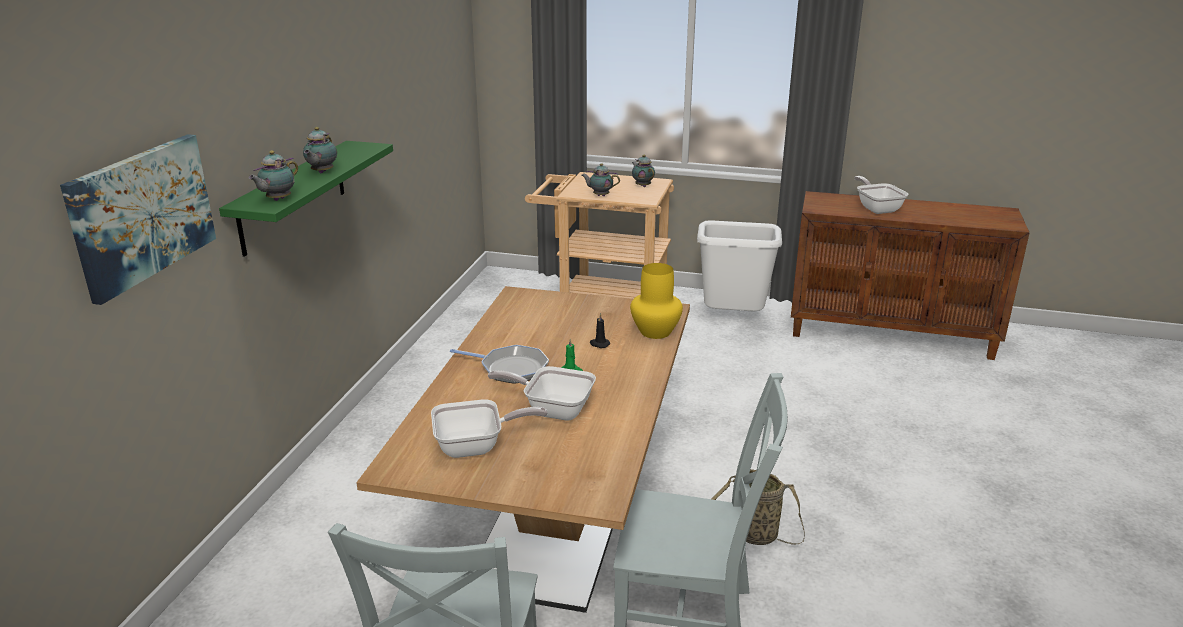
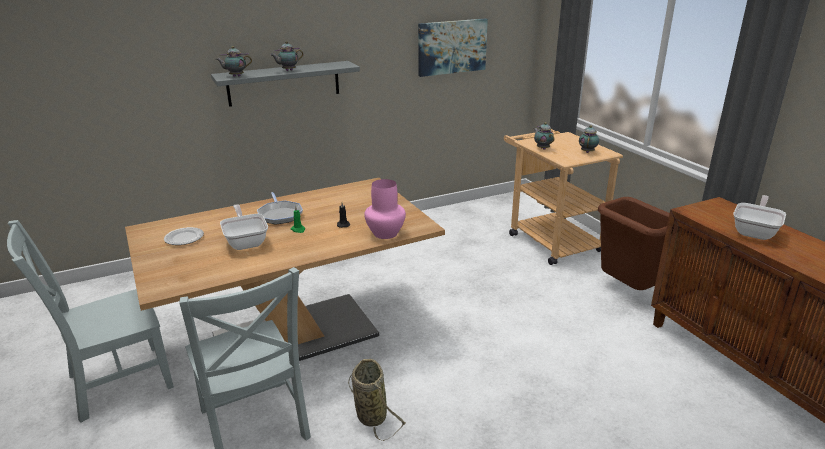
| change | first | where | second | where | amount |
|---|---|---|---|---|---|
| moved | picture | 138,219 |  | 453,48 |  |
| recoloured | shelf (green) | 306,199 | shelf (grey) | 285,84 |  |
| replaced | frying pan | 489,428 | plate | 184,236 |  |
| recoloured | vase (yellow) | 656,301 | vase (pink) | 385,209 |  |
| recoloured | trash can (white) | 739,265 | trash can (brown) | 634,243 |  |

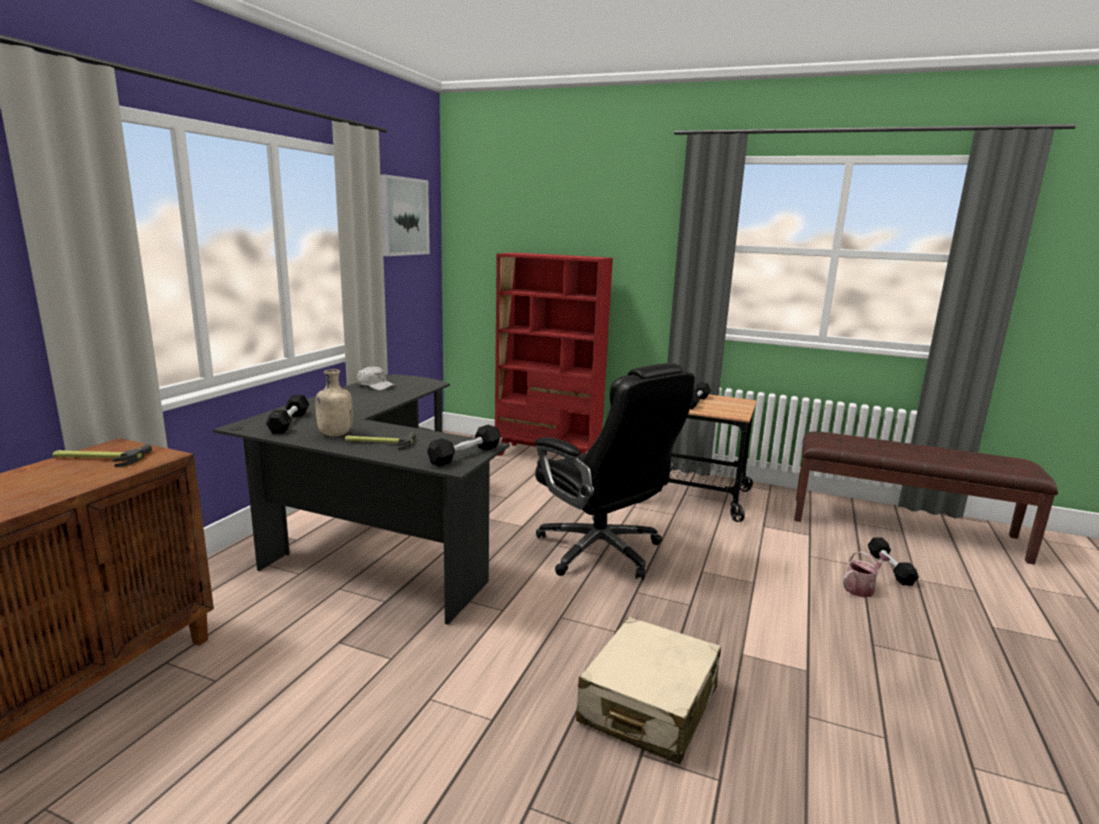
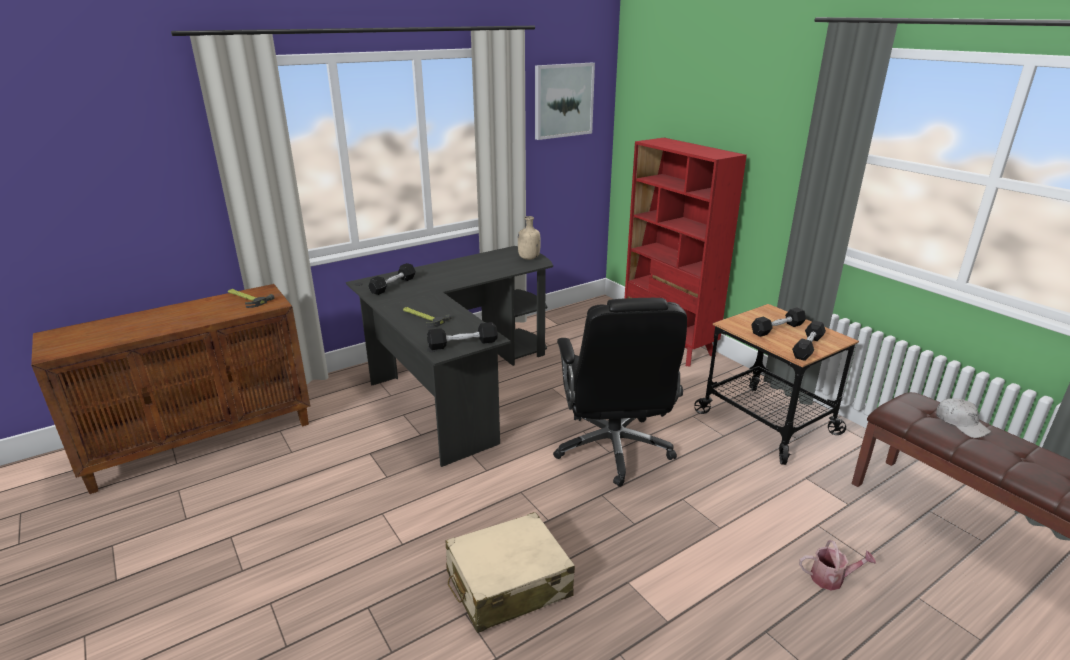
| change | first | where | second | where | amount |
|---|---|---|---|---|---|
| moved | bottle (beige) | 334,402 |  | 529,238 |  |
| moved | cap (white) | 376,378 |  | 963,418 |  |
| moved | dumbbell (black) | 893,561 |  | 809,340 |  |

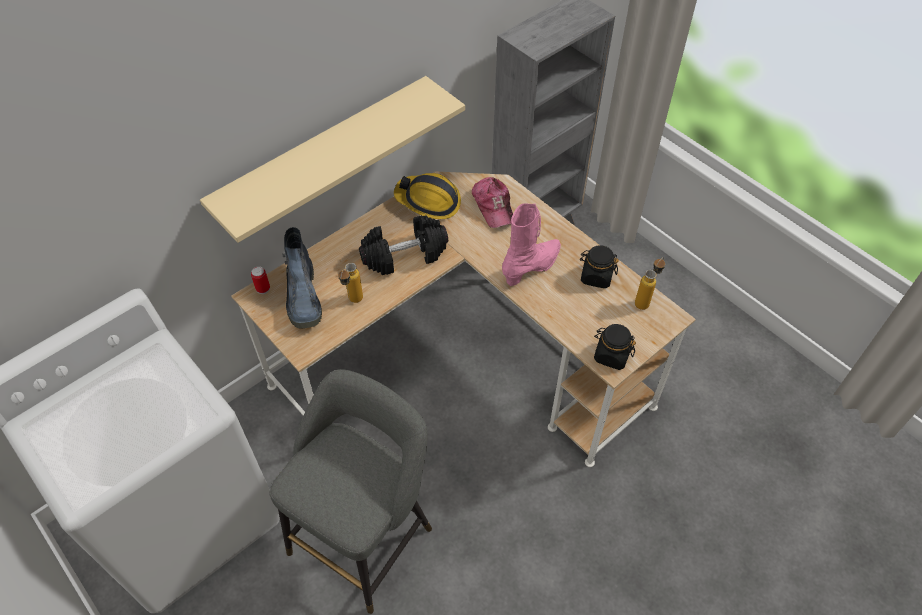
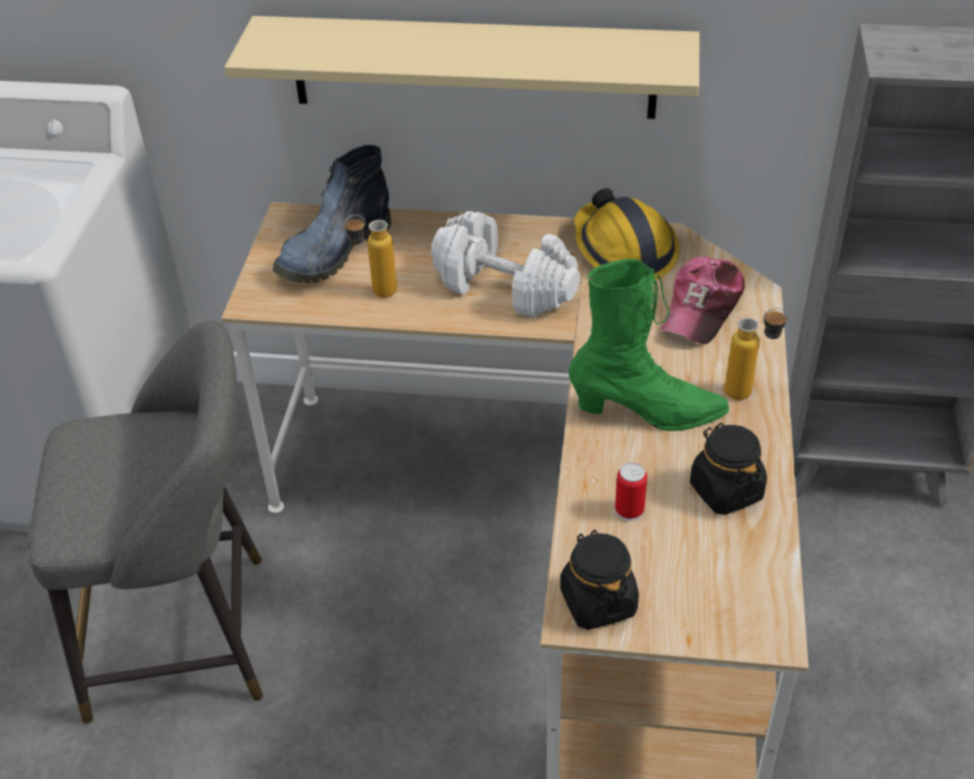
| change | first | where | second | where | amount |
|---|---|---|---|---|---|
| moved | can | 260,280 |  | 631,492 |  |
| recoloured | dumbbell (black) | 403,245 | dumbbell (white) | 505,264 |  |
| recoloured | boot (pink) | 531,244 | boot (green) | 649,345 |  |
| moved | bottle | 650,283 |  | 756,354 |  |

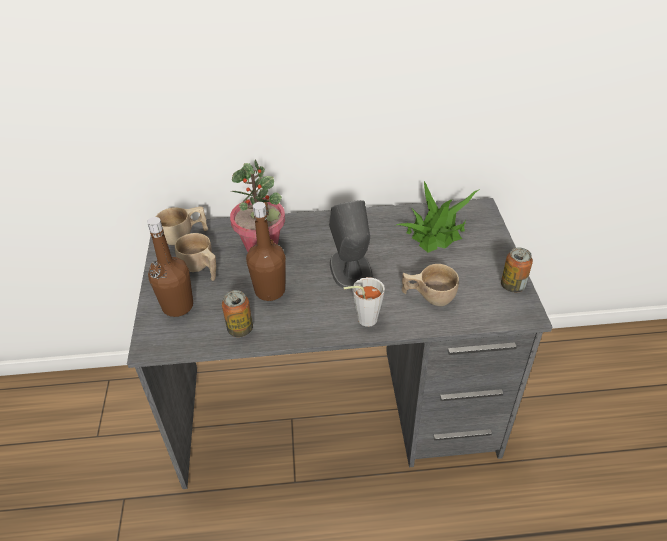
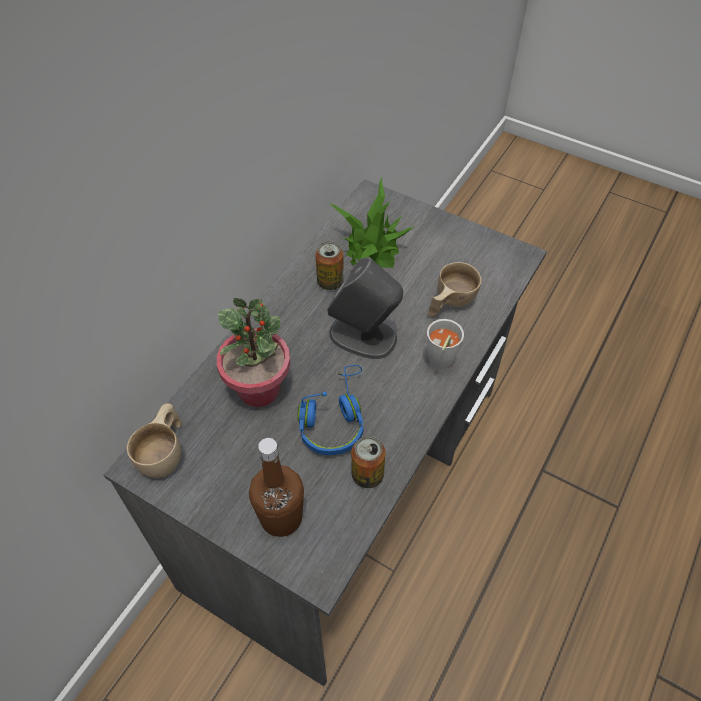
| change | first | where | second | where | amount |
|---|---|---|---|---|---|
| removed | cup (beige) | 195,257 |  |  |  |
| replaced | bottle (brown) | 266,251 | headphones (blue) | 330,410 |  |
| moved | can | 517,270 |  | 329,265 |  |

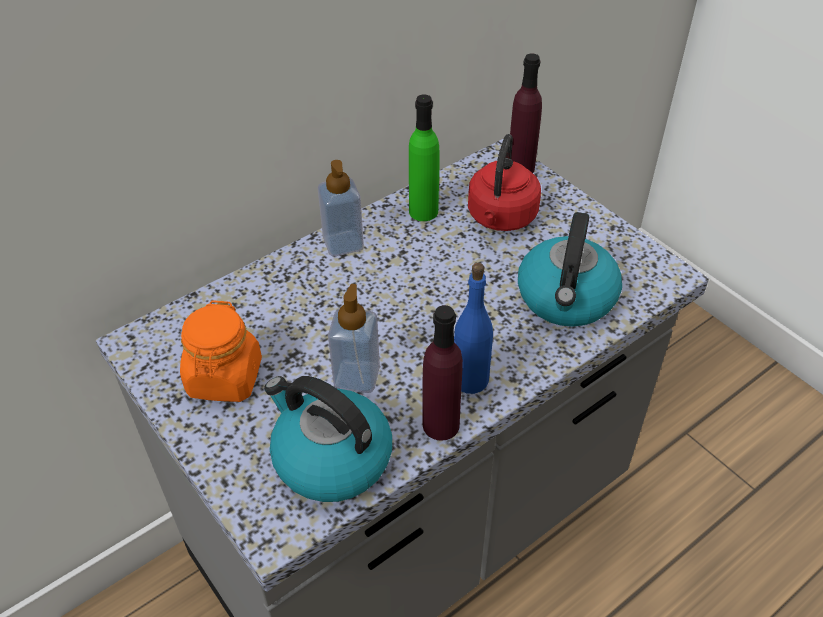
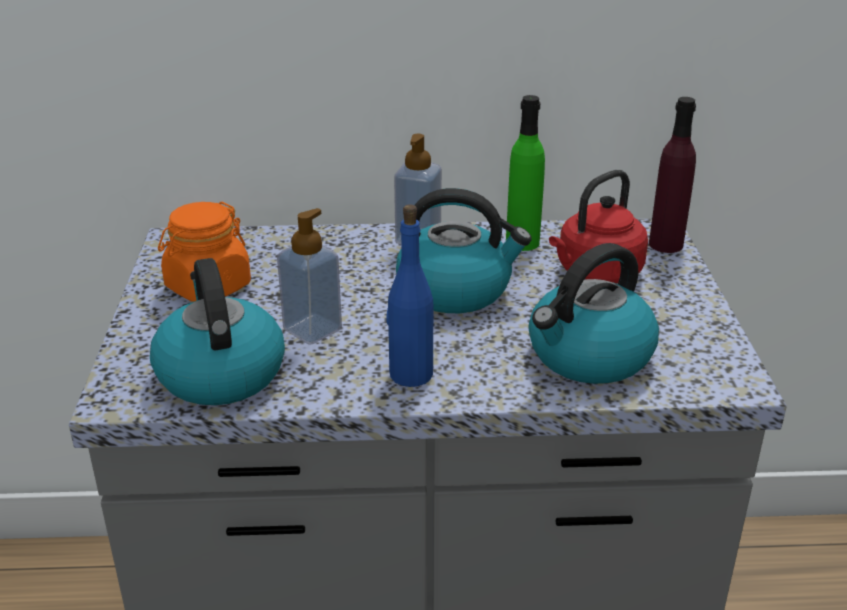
| change | first | where | second | where | amount |
|---|---|---|---|---|---|
| removed | bottle (purple) | 443,373 |  |  |  |
| added |  |  | kettle | 464,250 |  |

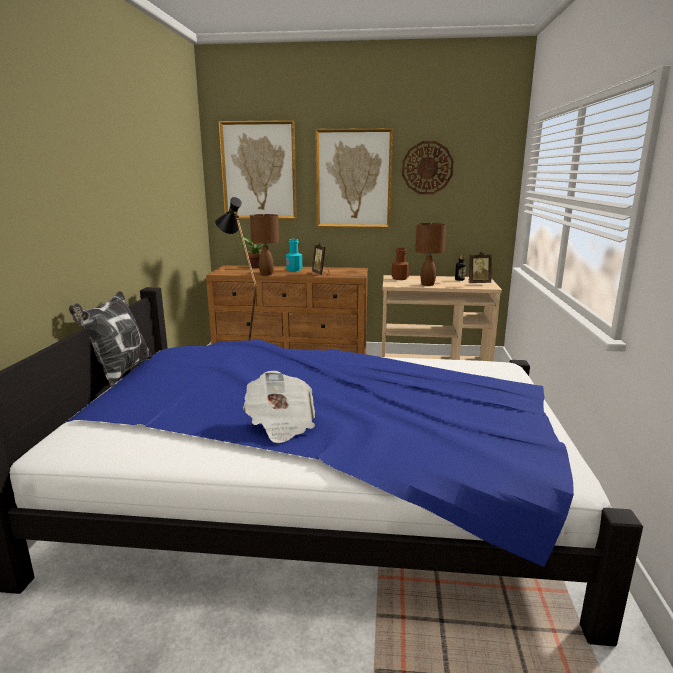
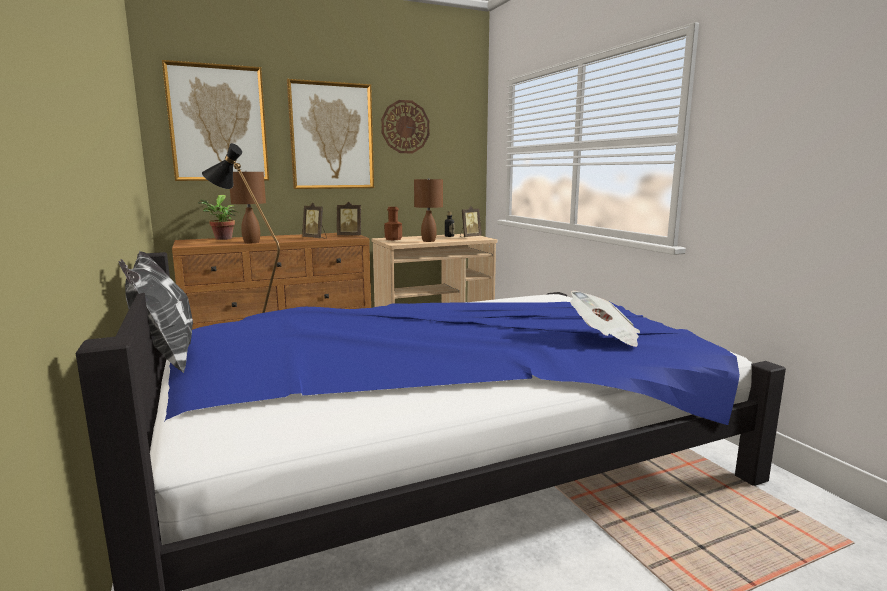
| change | first | where | second | where | amount |
|---|---|---|---|---|---|
| moved | newspaper | 279,407 |  | 605,319 |  |
| removed | bottle (turquoise) | 294,255 |  |  |  |
| added |  |  | picture frame | 349,219 |  |

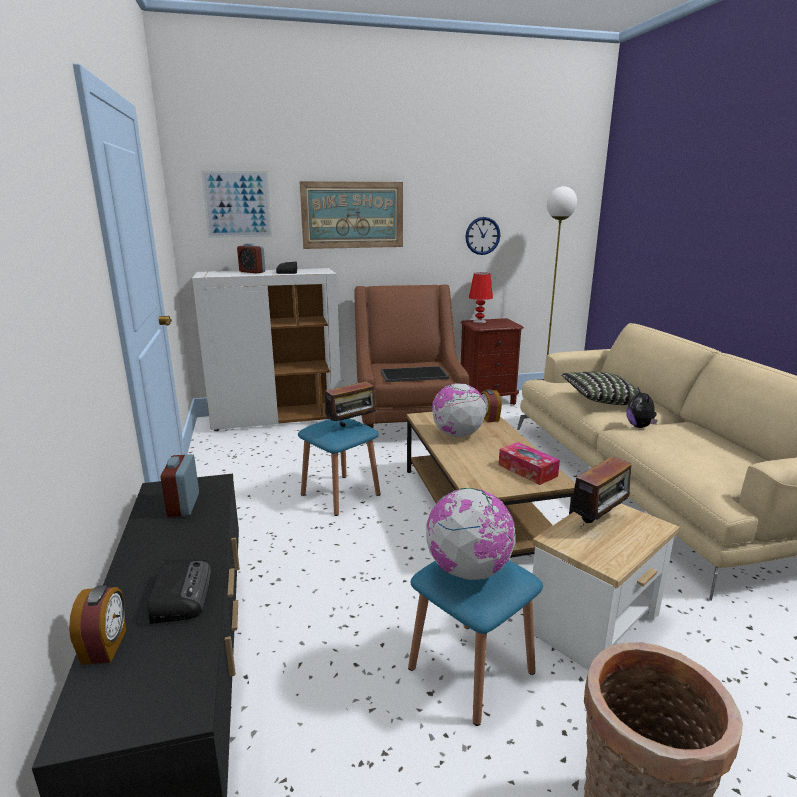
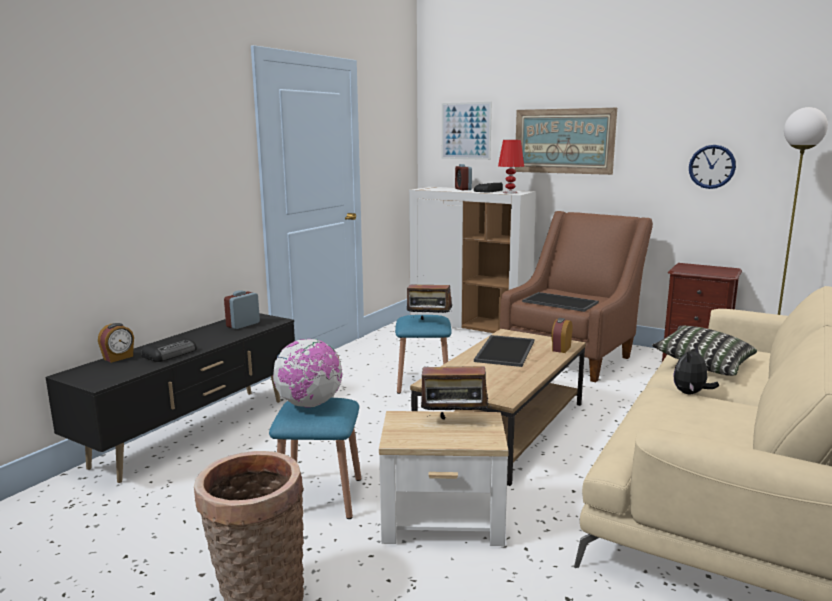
| change | first | where | second | where | amount |
|---|---|---|---|---|---|
| replaced | globe | 459,410 | tray | 504,351 |  |
| moved | table lamp (red) | 481,297 |  | 511,166 |  |
| removed | tissue box | 529,463 |  |  |  |

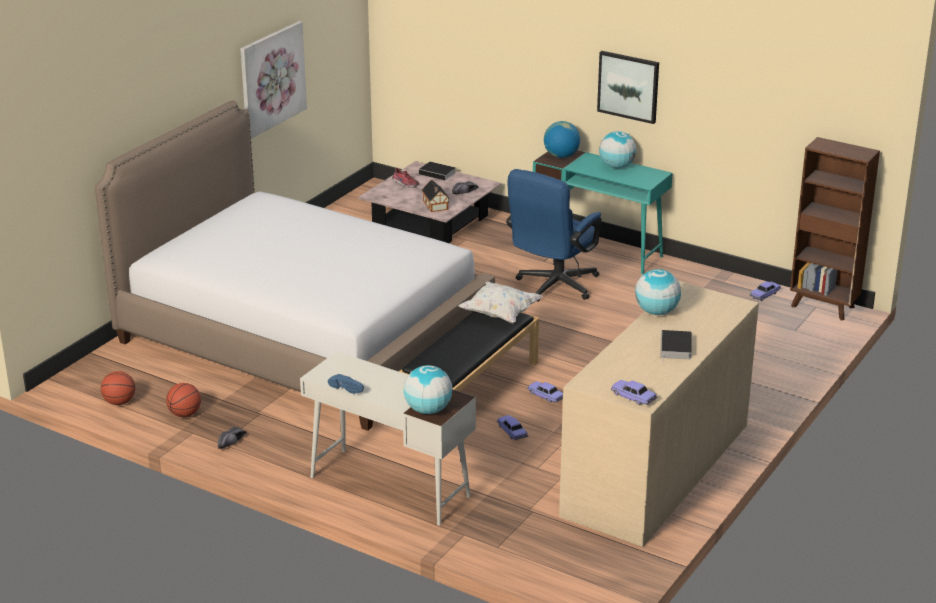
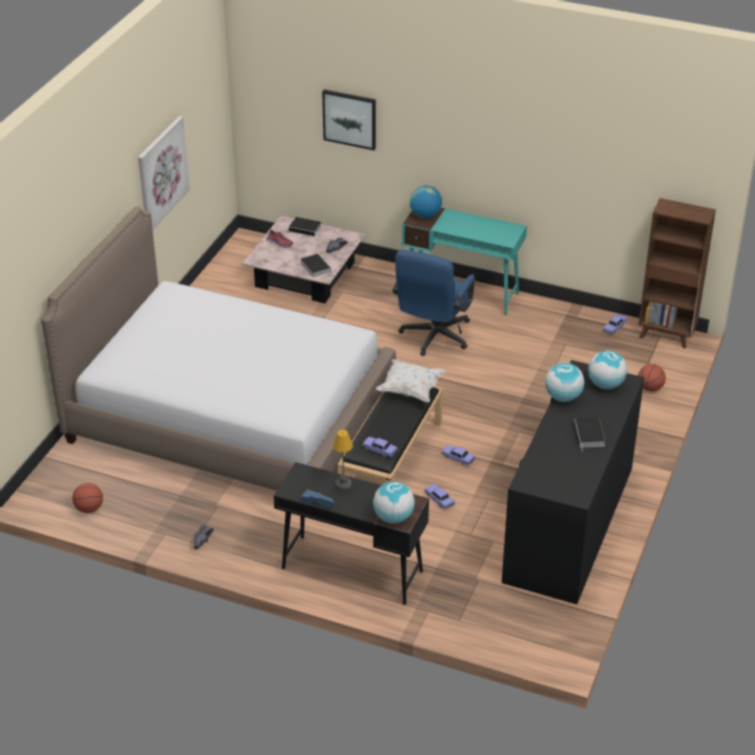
| change | first | where | second | where | amount |
|---|---|---|---|---|---|
| moved | basketball | 183,400 |  | 652,378 |  |
| recoloured | desk (white) | 388,438 | desk (black) | 351,533 |  |
| replaced | toy house | 436,196 | book | 315,265 |  |
| recoloured | dresser (beige) | 659,414 | dresser (black) | 573,482 |  |
| moved | picture | 628,87 |  | 349,119 |  |
| moved | globe | 617,149 |  | 607,370 |  |
| moved | toy car | 634,392 |  | 380,447 |  |
| added |  |  | table lamp | 343,460 |  |

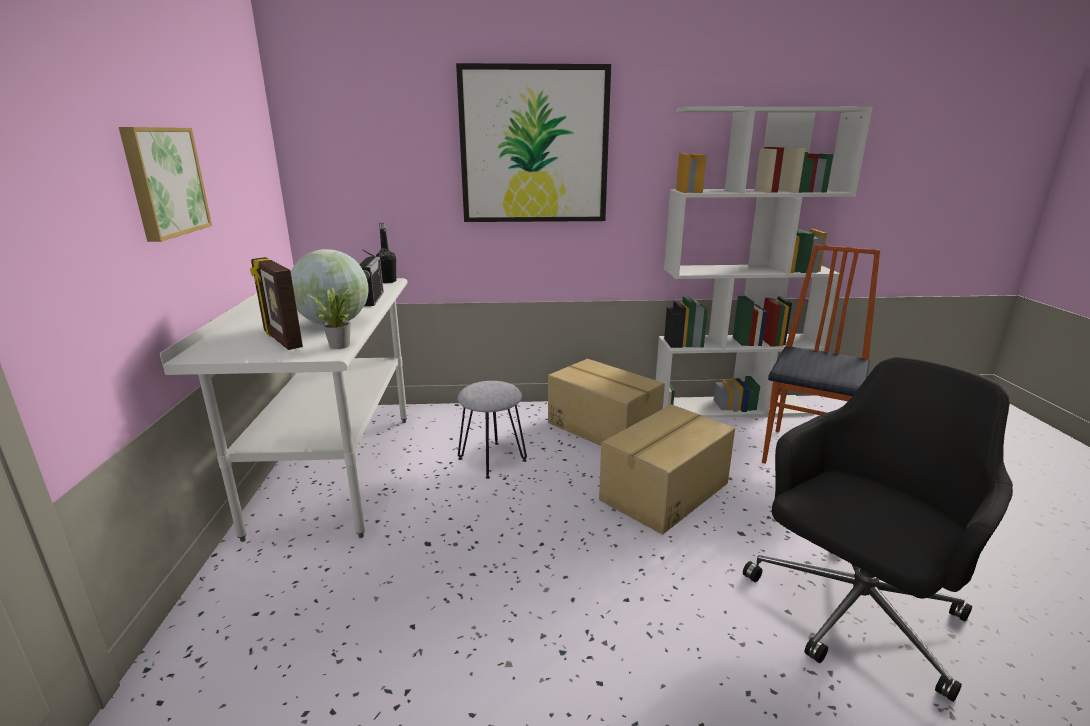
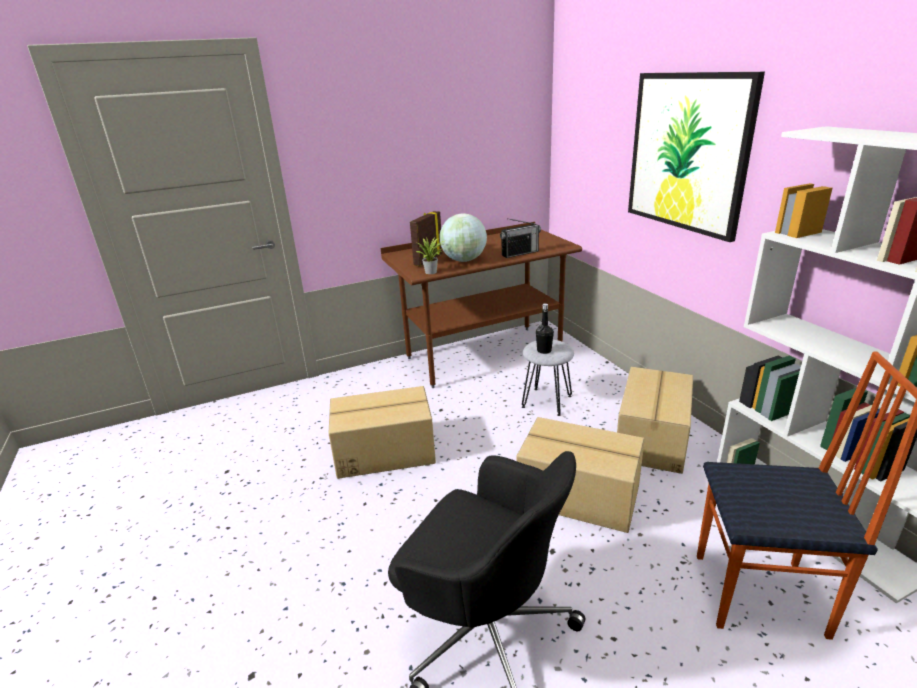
| change | first | where | second | where | amount |
|---|---|---|---|---|---|
| removed | picture | 165,184 |  |  |  |
| recoloured | desk (white) | 284,410 | desk (brown) | 481,305 |  |
| moved | bottle (black) | 386,253 |  | 545,329 |  |
| added |  |  | cardboard box | 382,432 |  |

